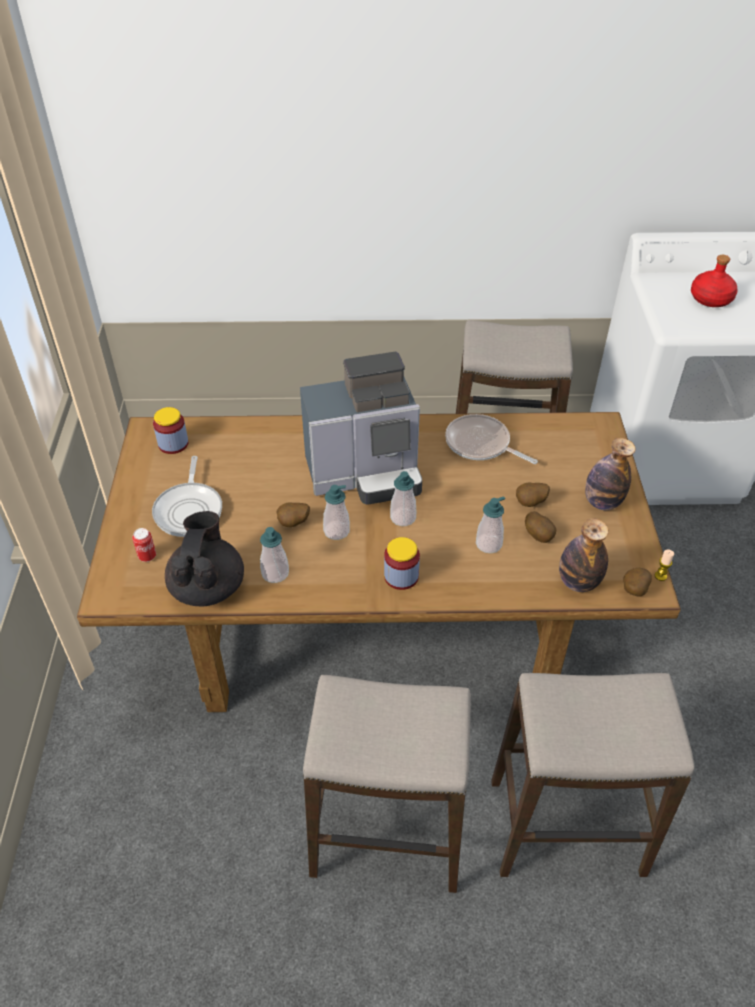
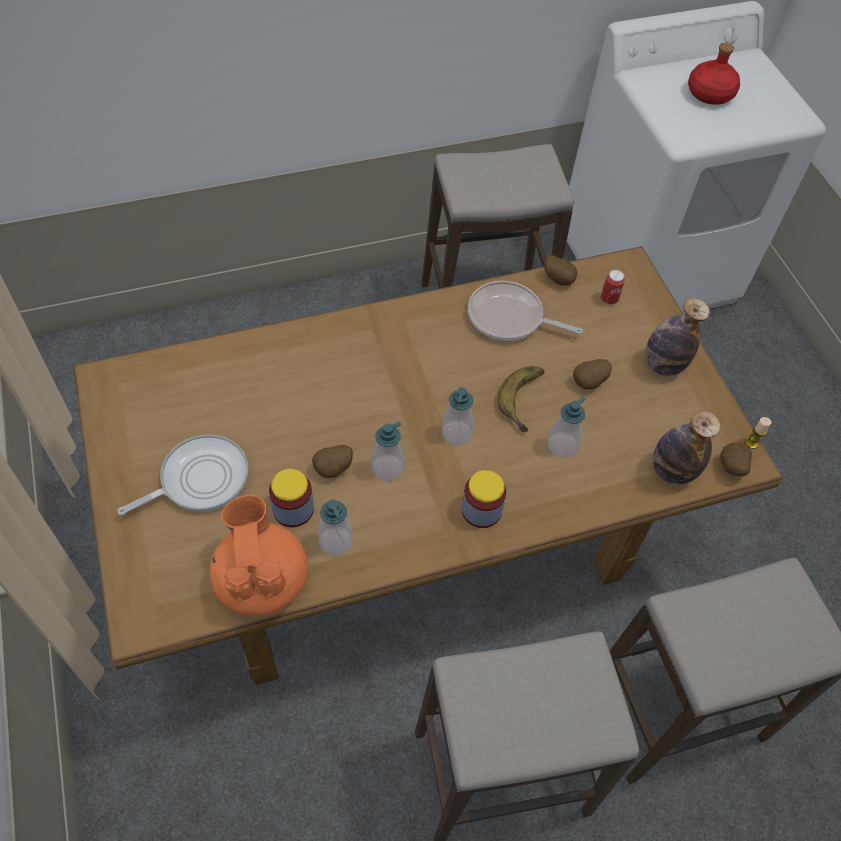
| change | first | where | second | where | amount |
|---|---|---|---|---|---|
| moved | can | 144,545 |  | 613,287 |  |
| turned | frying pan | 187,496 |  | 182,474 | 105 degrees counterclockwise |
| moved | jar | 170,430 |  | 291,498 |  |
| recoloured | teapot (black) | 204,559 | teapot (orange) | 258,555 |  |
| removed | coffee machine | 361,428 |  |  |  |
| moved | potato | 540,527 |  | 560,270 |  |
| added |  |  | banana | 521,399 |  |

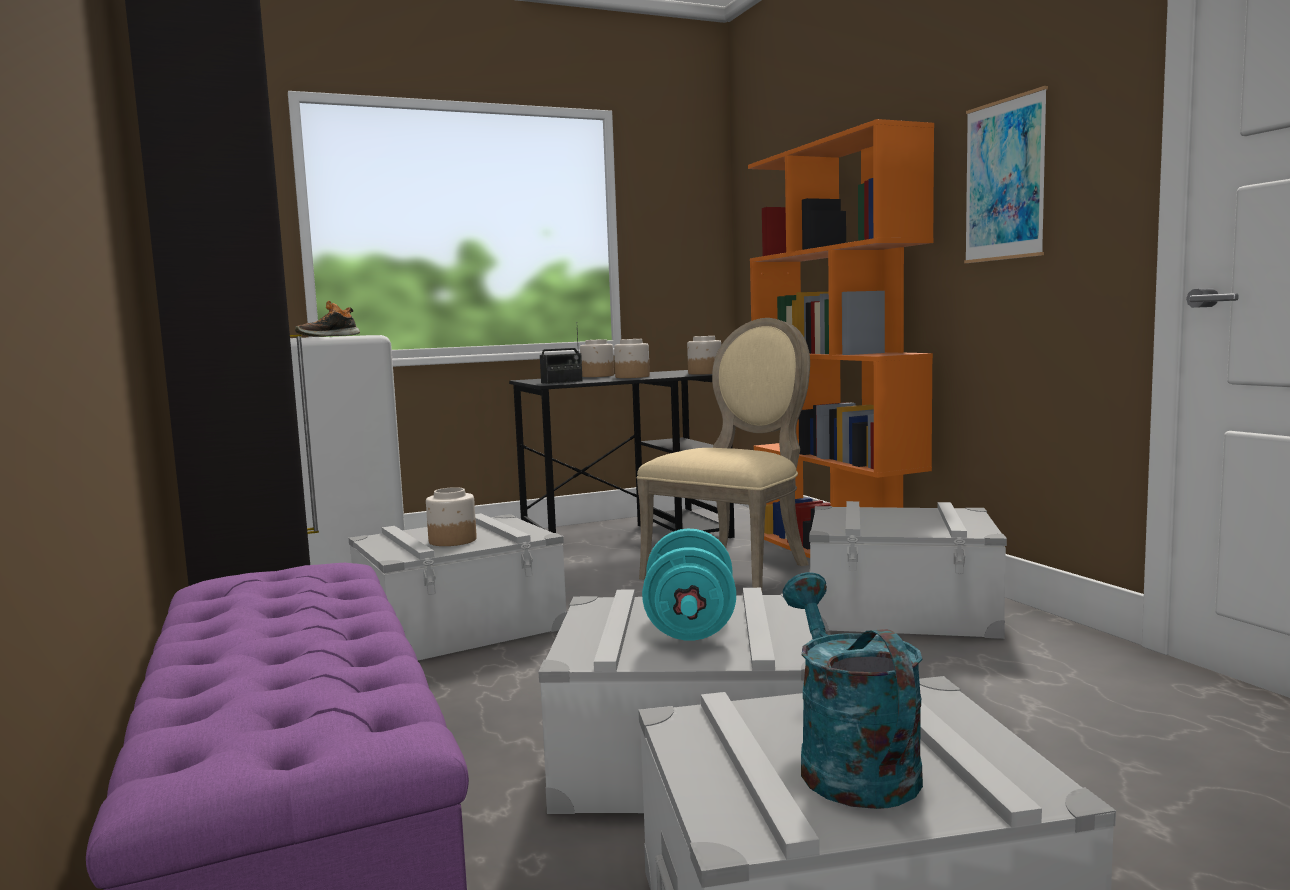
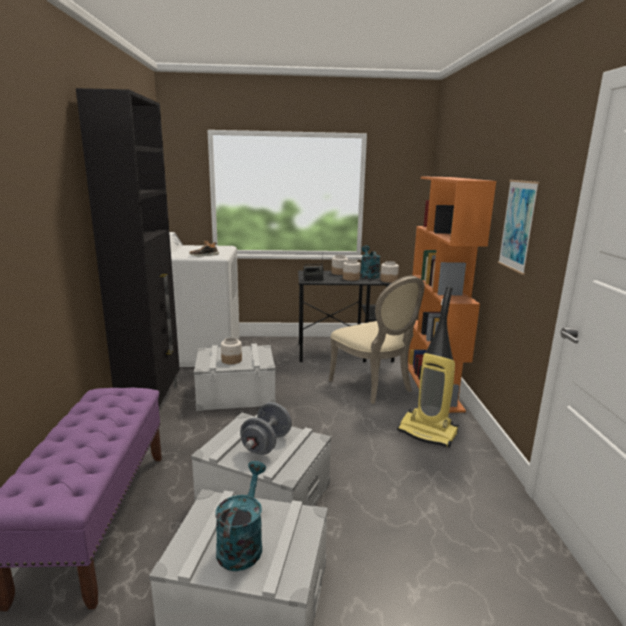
| change | first | where | second | where | amount |
|---|---|---|---|---|---|
| turned | chair (beige) | 723,454 |  | 376,340 | 90 degrees clockwise |
| recoloured | dumbbell (turquoise) | 689,584 | dumbbell (grey) | 266,428 |  |
| replaced | storage box (grey) | 908,570 | vacuum cleaner | 428,367 |  |
| added |  |  | watering can (turquoise) | 370,262 |  |

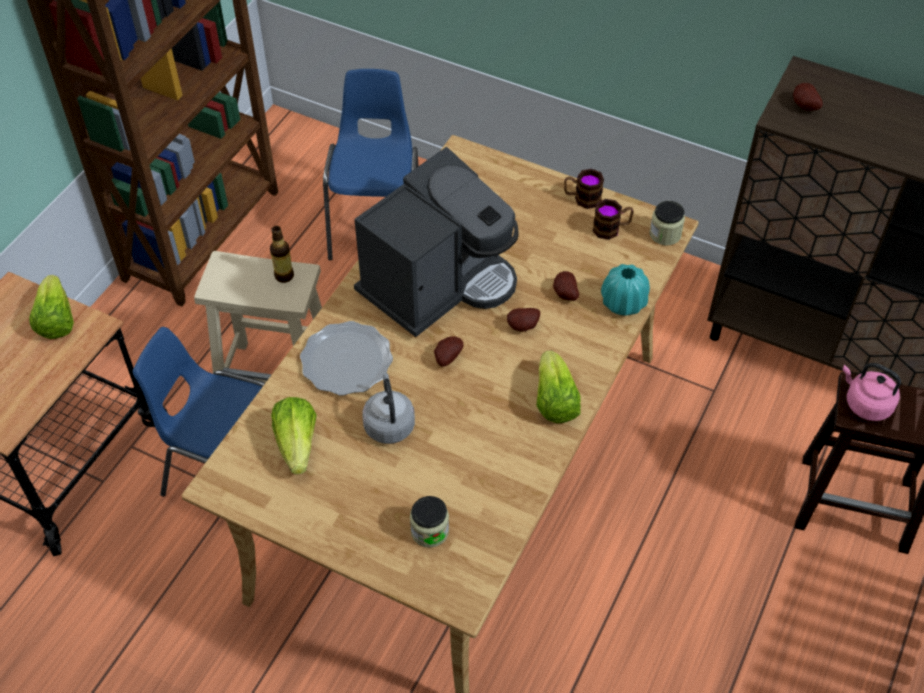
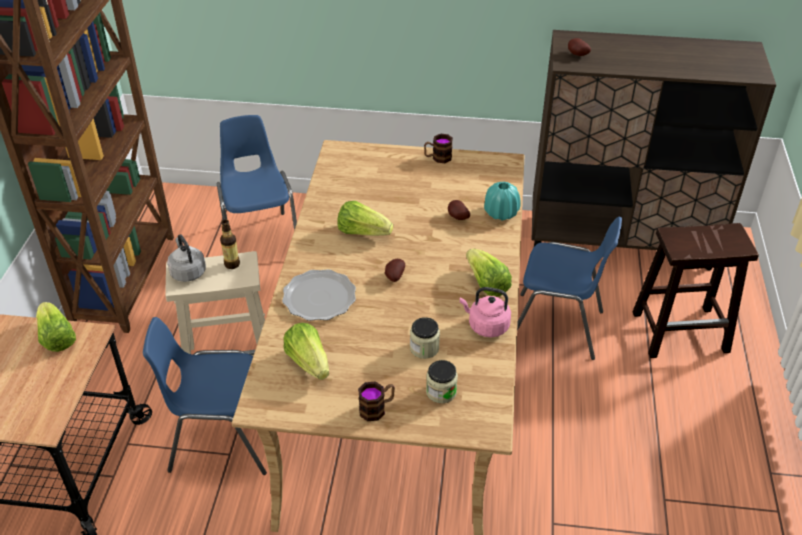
| change | first | where | second | where | amount |
|---|---|---|---|---|---|
| replaced | coffee machine | 436,242 | lettuce | 365,218 |  |
| moved | kettle (grey) | 388,408 |  | 186,258 |  |
| removed | potato | 523,320 |  |  |  |
| moved | mug | 613,219 |  | 376,401 |  |
| moved | jar | 667,223 |  | 425,338 |  |
| moved | kettle (pink) | 871,392 |  | 485,312 |  |
| added |  |  | chair (blue) | 569,288 |  |

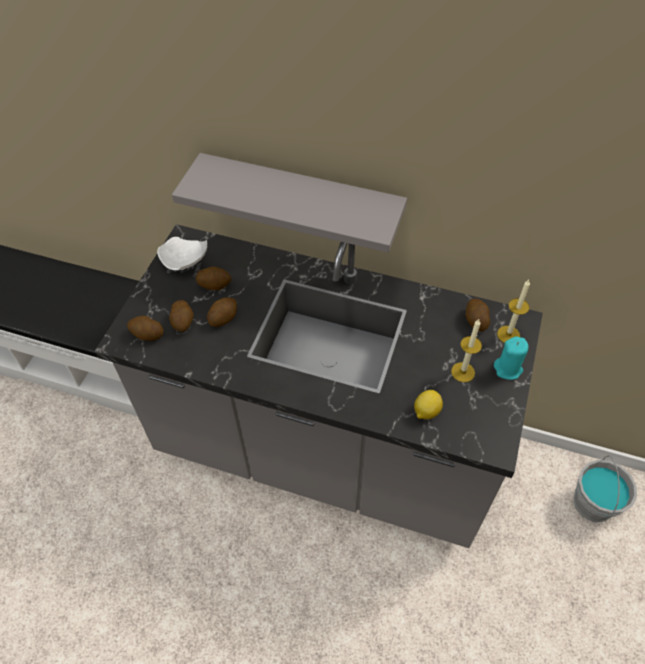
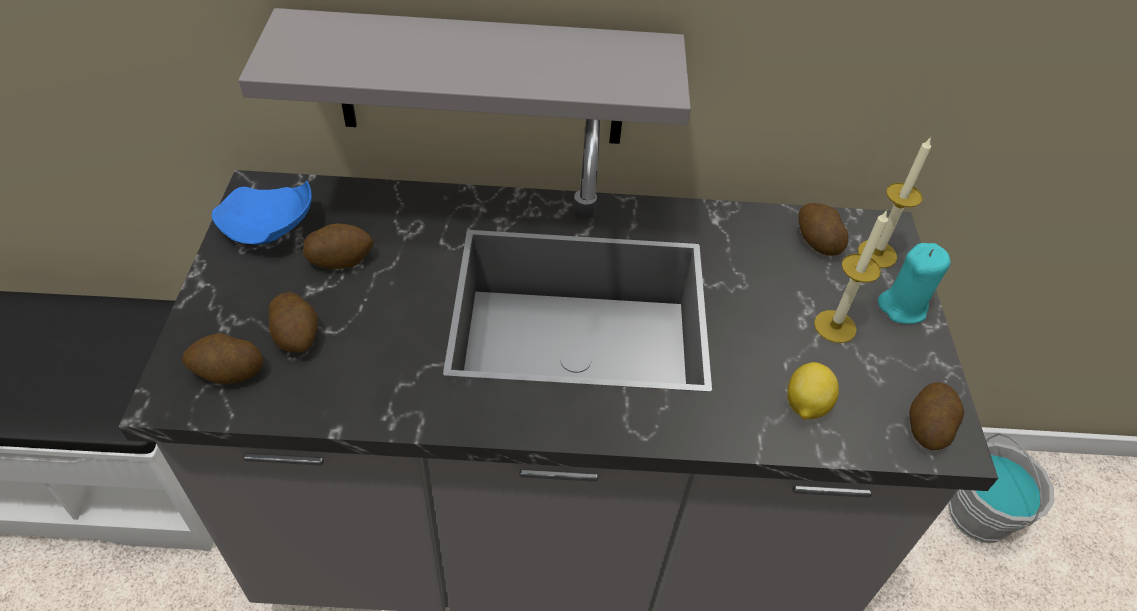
| change | first | where | second | where | amount |
|---|---|---|---|---|---|
| recoloured | plate (white) | 182,253 | plate (blue) | 262,213 |  |
| moved | potato | 222,312 |  | 936,416 |  |

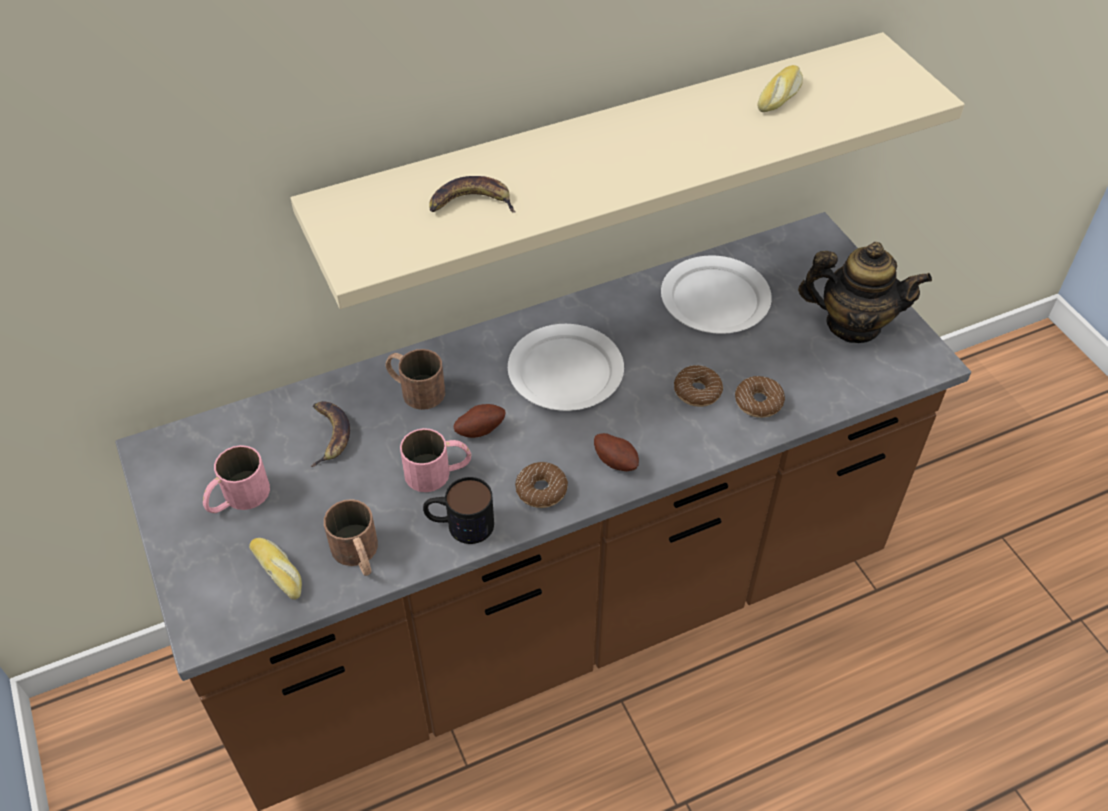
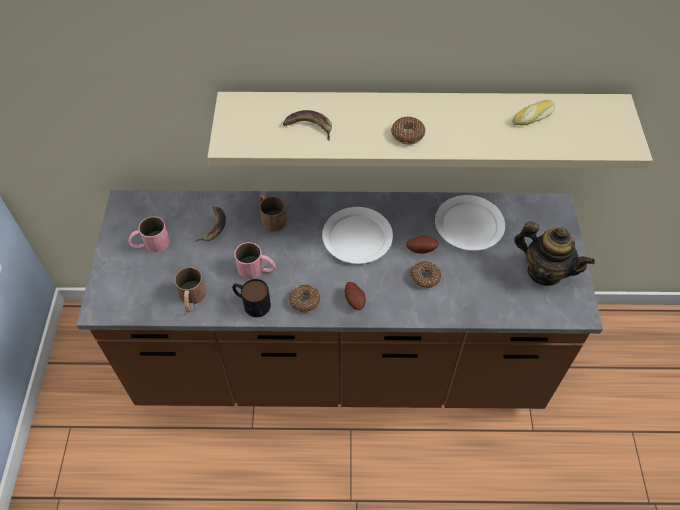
| change | first | where | second | where | amount |
|---|---|---|---|---|---|
| removed | bread | 275,569 |  |  |  |
| moved | potato | 479,421 |  | 422,245 |  |
| moved | donut | 760,397 |  | 408,130 |  |

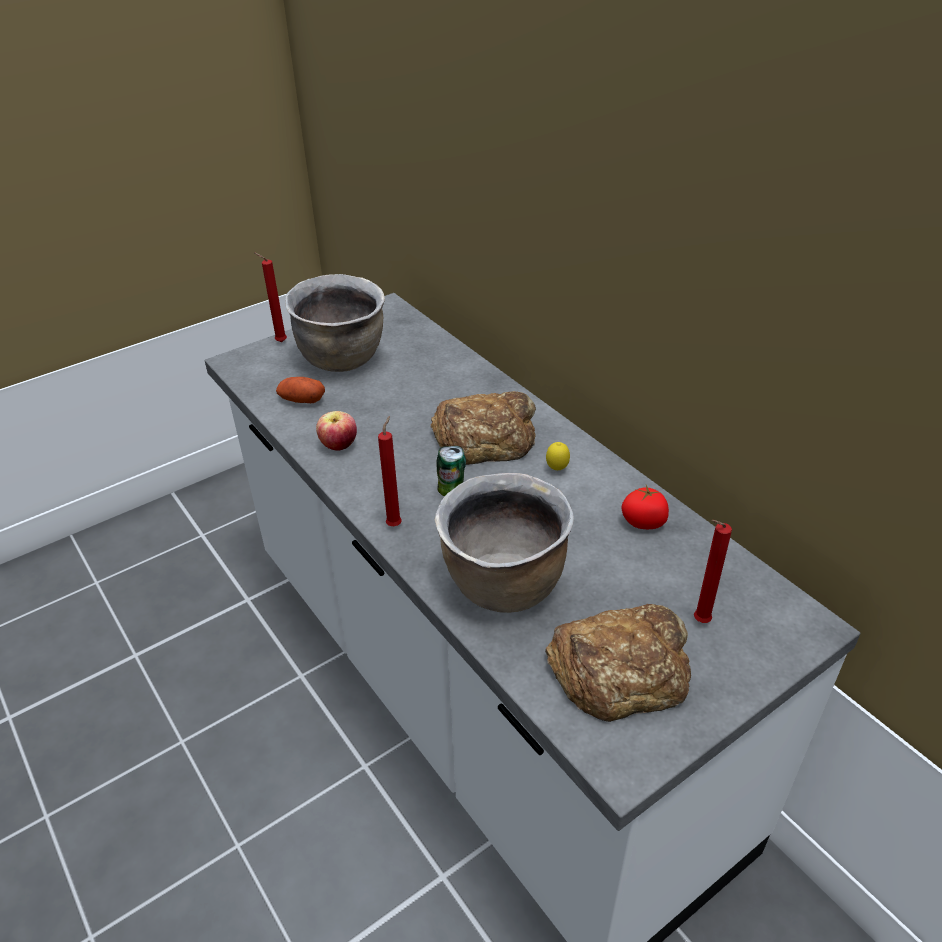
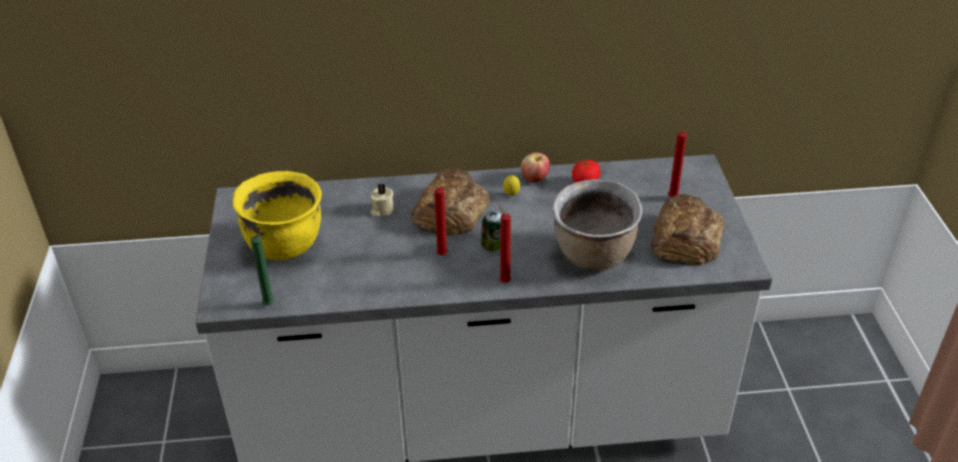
| change | first | where | second | where | amount |
|---|---|---|---|---|---|
| moved | candle (red) | 270,297 |  | 441,221 |  |
| removed | potato | 300,390 |  |  |  |
| recoloured | cooking pot (brown) | 335,323 | cooking pot (yellow) | 277,215 |  |
| moved | apple | 336,431 |  | 535,168 |  |
| added |  |  | candle (green) | 262,269 |  |
| added |  |  | candle (beige) | 382,199 |  |

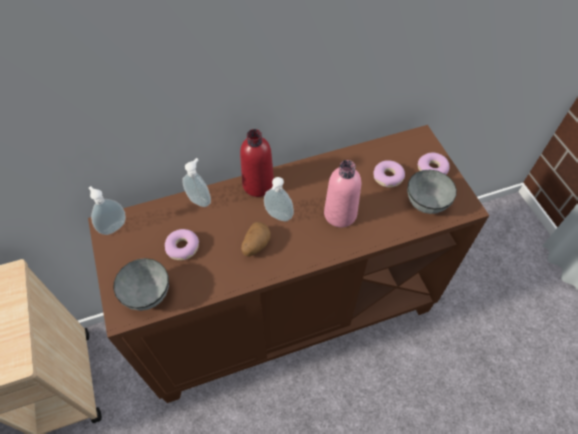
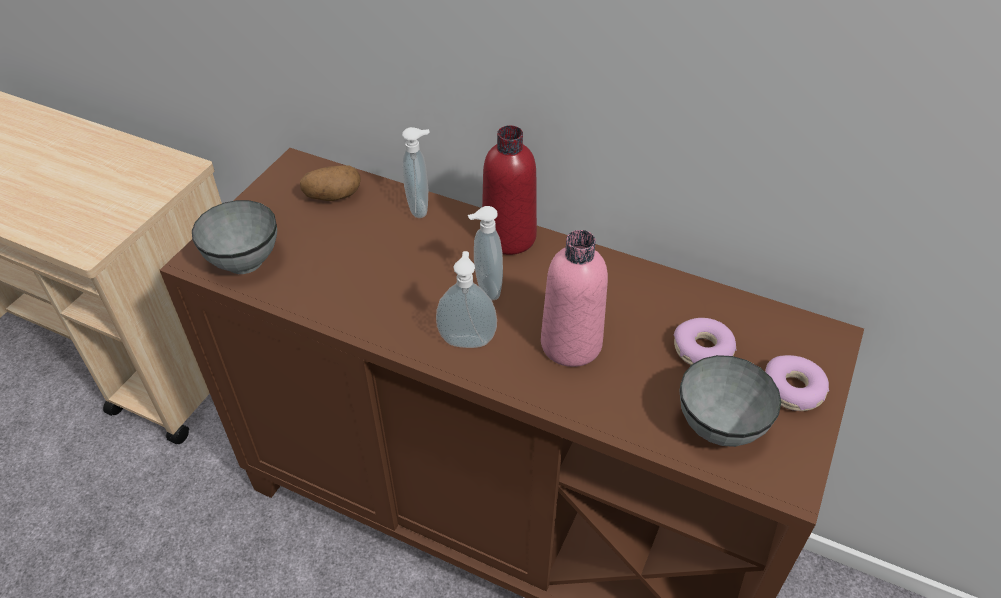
| change | first | where | second | where | amount |
|---|---|---|---|---|---|
| moved | soap dispenser | 107,210 |  | 466,299 |  |
| removed | donut | 182,244 |  |  |  |
| moved | potato | 256,239 |  | 330,183 |  |

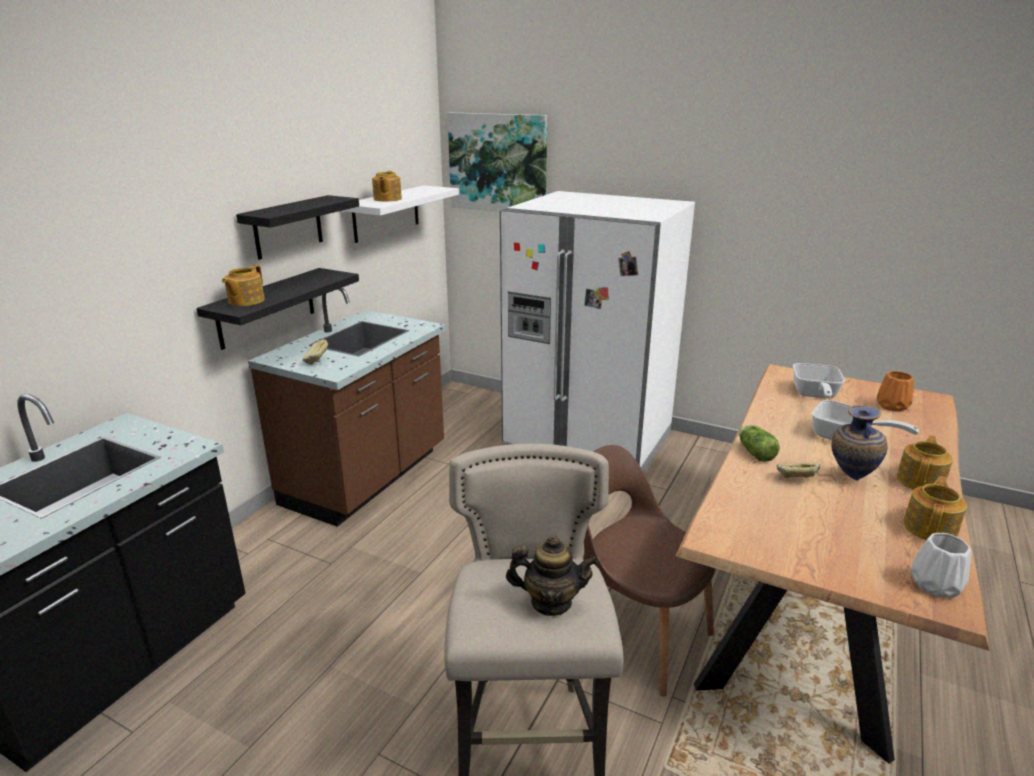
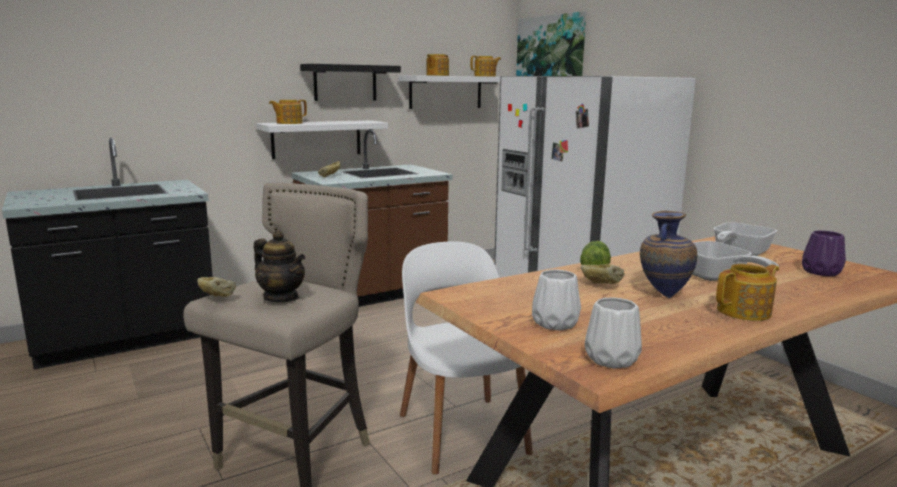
| change | first | where | second | where | amount |
|---|---|---|---|---|---|
| recoloured | shelf (black) | 277,309 | shelf (white) | 322,139 |  |
| recoloured | chair (brown) | 649,570 | chair (white) | 466,358 |  |
| recoloured | vase (orange) | 895,391 | vase (purple) | 824,253 |  |
| moved | teapot | 935,508 |  | 485,66 |  |
| added |  |  | bread | 216,287 |  |
| added |  |  | vase (white) | 556,300 |  |

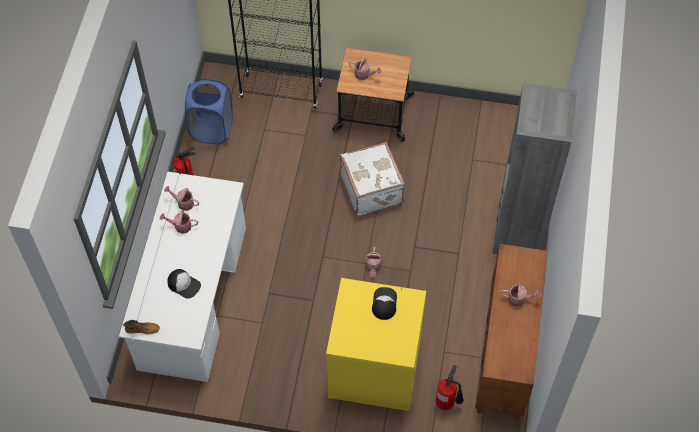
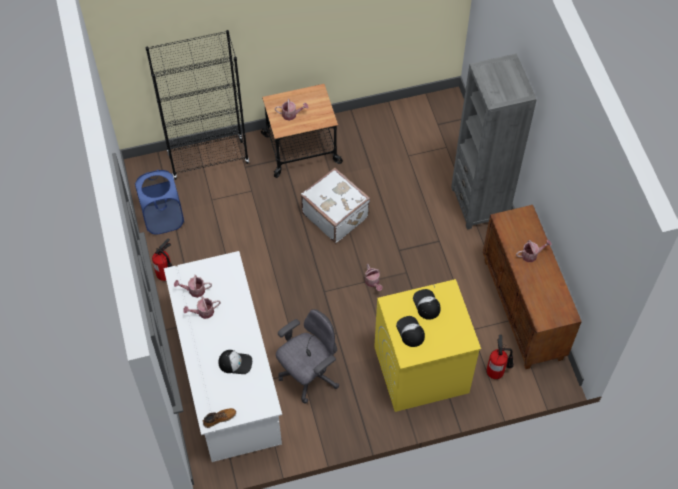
| change | first | where | second | where | amount |
|---|---|---|---|---|---|
| added |  |  | office chair (grey) | 308,356 |  |
| added |  |  | cap | 410,331 |  |

